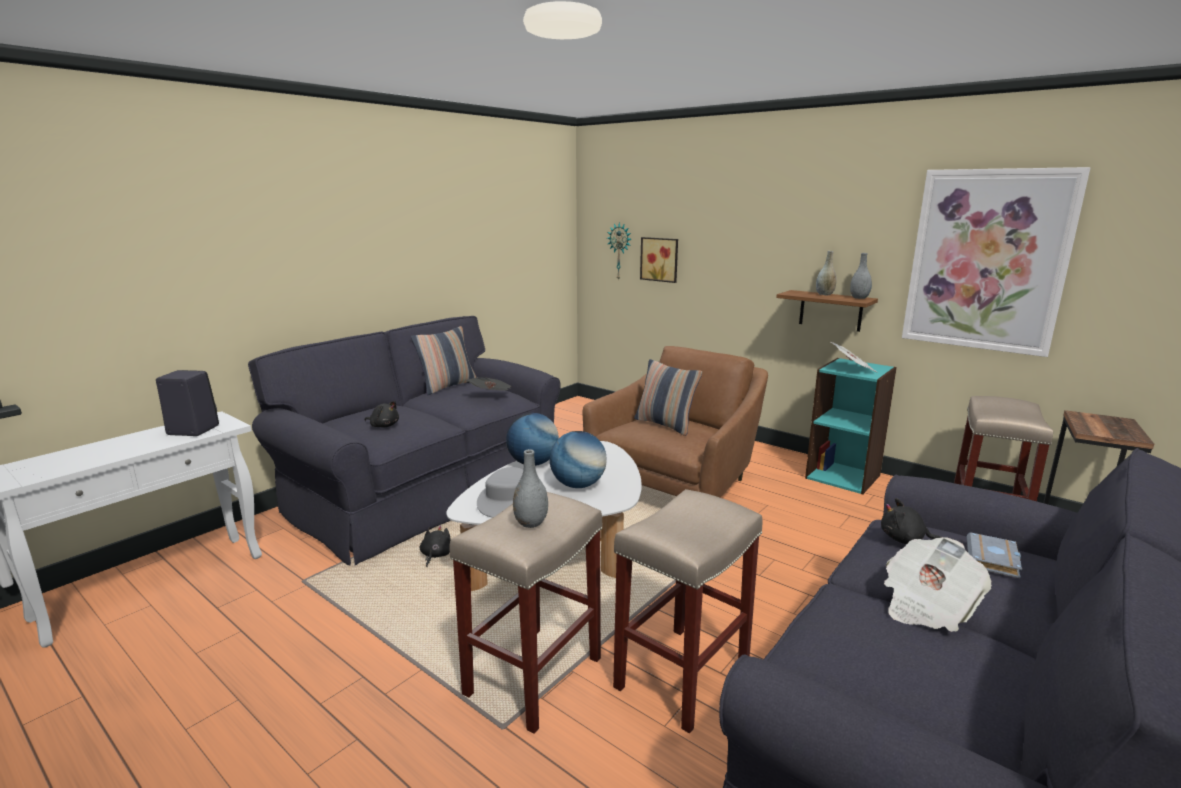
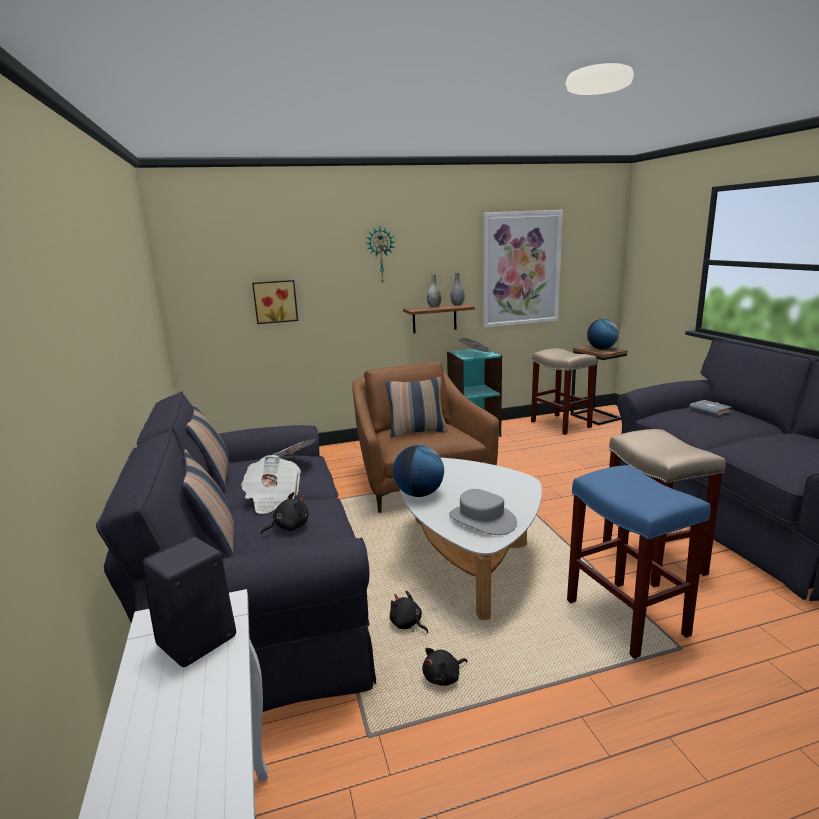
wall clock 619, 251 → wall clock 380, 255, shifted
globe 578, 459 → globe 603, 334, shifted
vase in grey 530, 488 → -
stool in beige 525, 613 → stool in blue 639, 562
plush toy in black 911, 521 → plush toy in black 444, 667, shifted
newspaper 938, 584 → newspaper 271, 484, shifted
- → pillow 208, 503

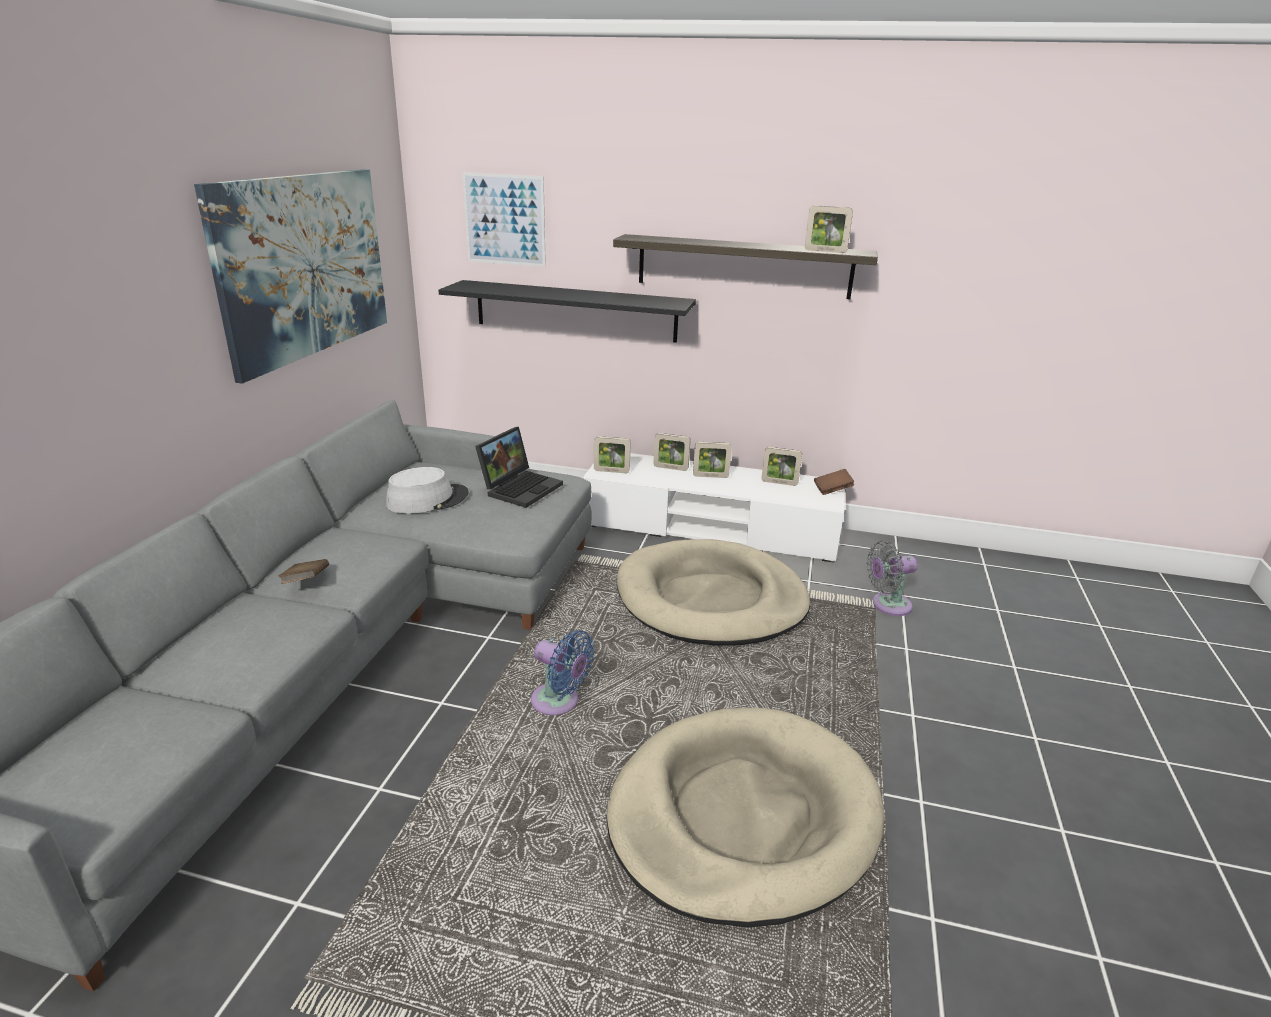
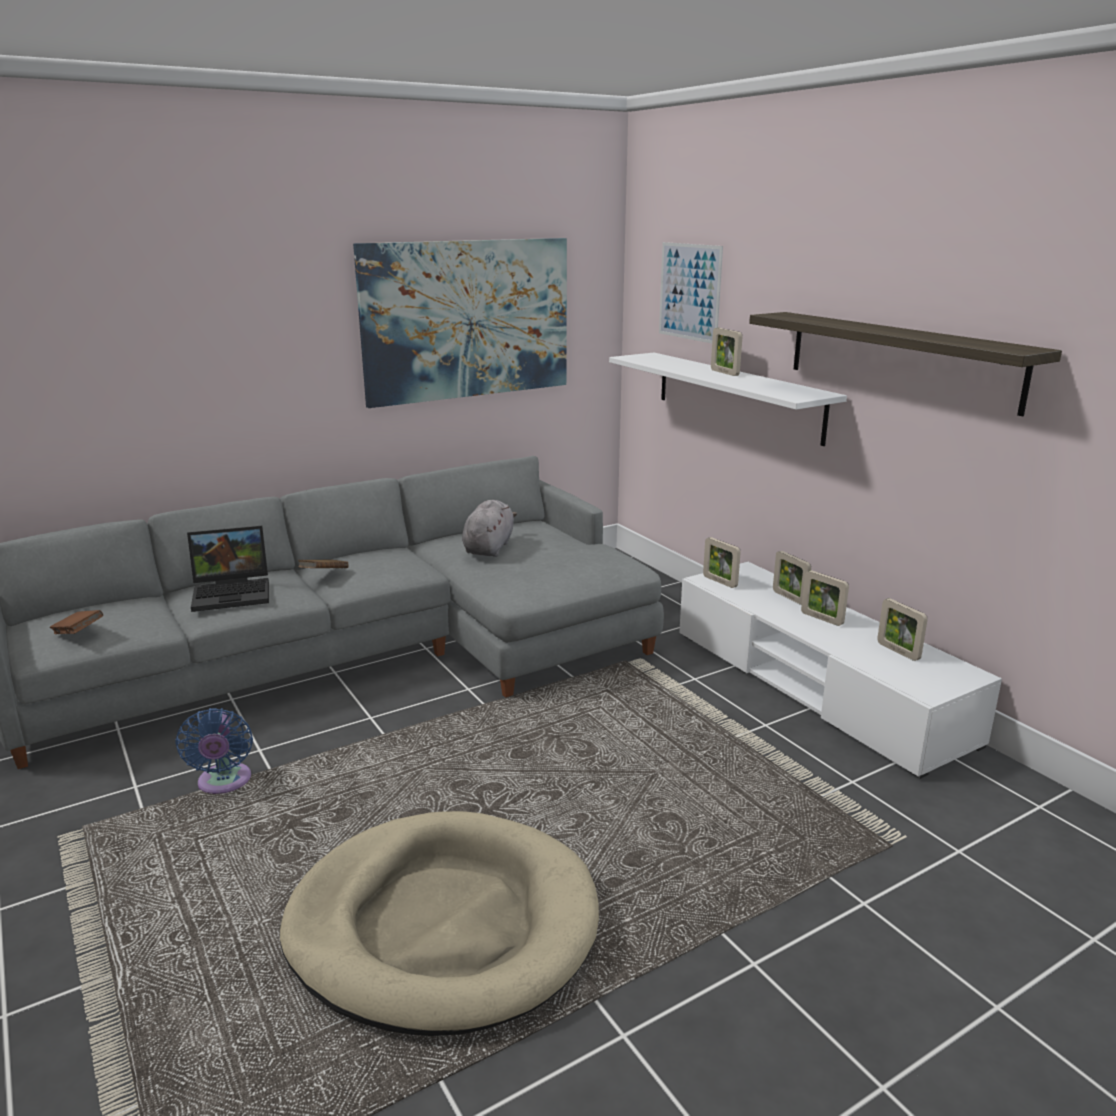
picture frame 829, 229 → picture frame 726, 352, shifted
shelf in black 567, 311 → shelf in white 728, 399
laptop 519, 467 → laptop 228, 569, shifted
hat in grey 427, 490 → plush toy in grey 489, 528
book in brown 834, 482 → book in brown 76, 622, shifted
dog bed in beige 713, 592 → -
fan in grey 892, 578 → -
fan in blue 562, 672 → fan in blue 214, 751, shifted

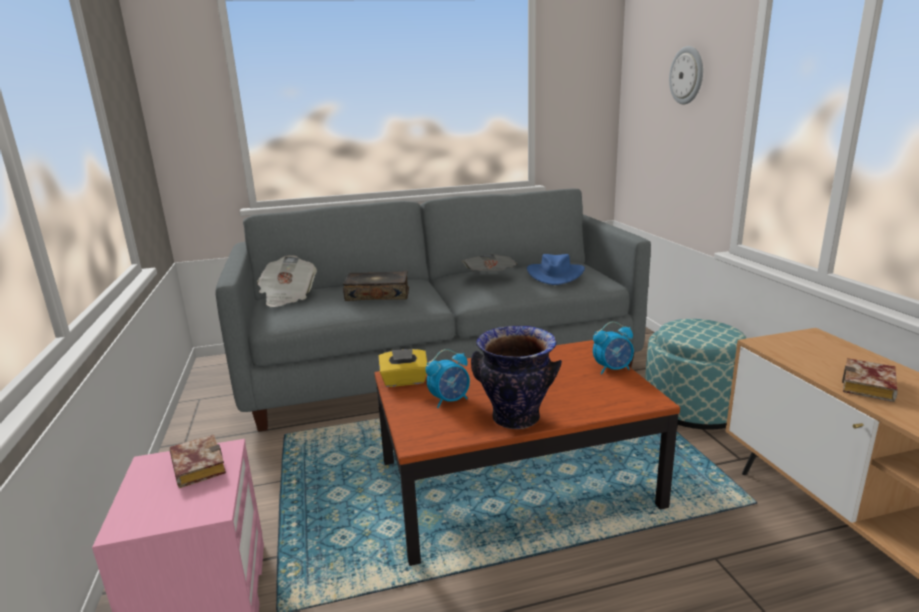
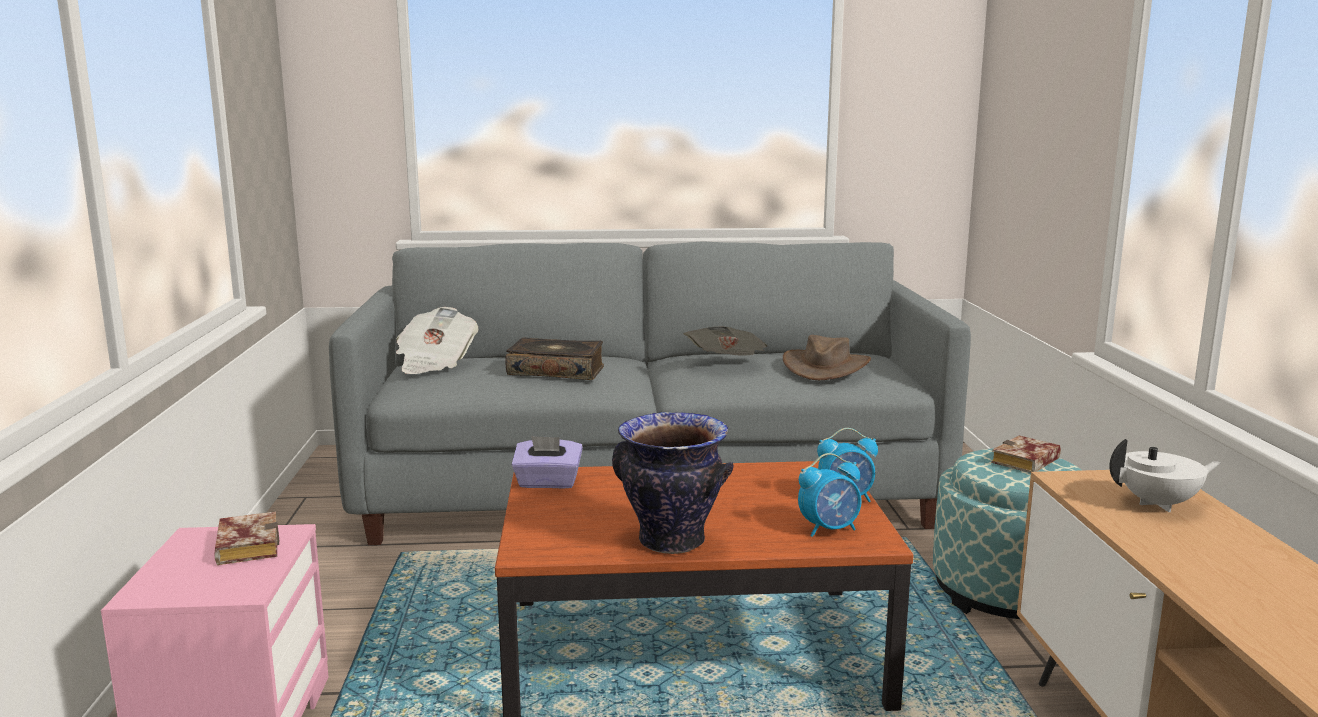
wall clock 686, 75 → -
hat in blue 556, 269 → hat in brown 827, 357
tissue box in yellow 402, 368 → tissue box in purple 547, 462
alarm clock 448, 378 → alarm clock 830, 495, shifted
book 869, 380 → book 1026, 454, shifted
- → teapot in white 1165, 475

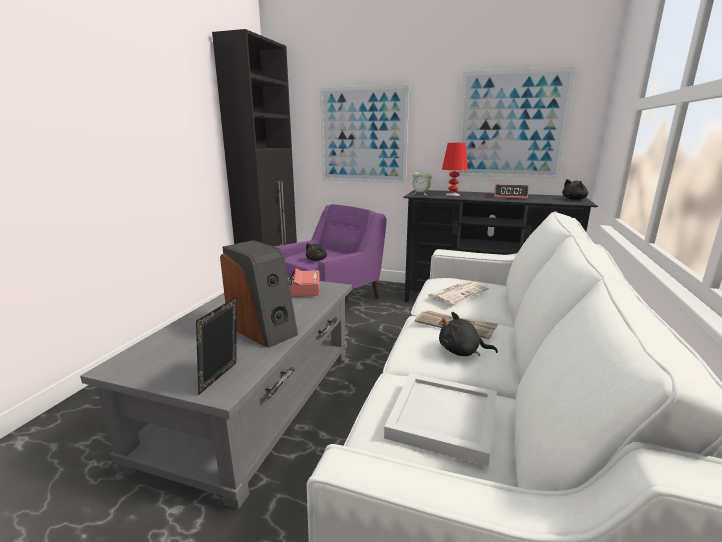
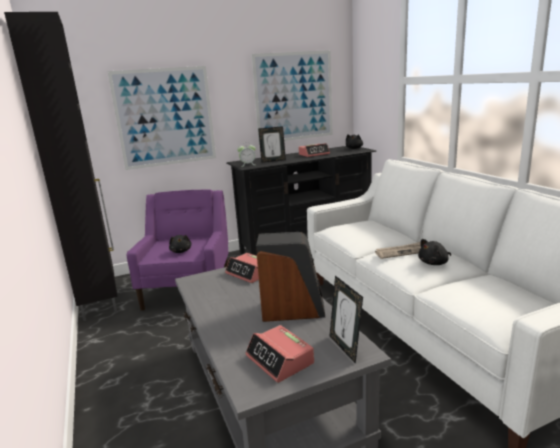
table lamp in red 455, 169 → picture frame 272, 144
newspaper 458, 293 → -
tray in white 440, 420 → -
- → alarm clock 279, 354

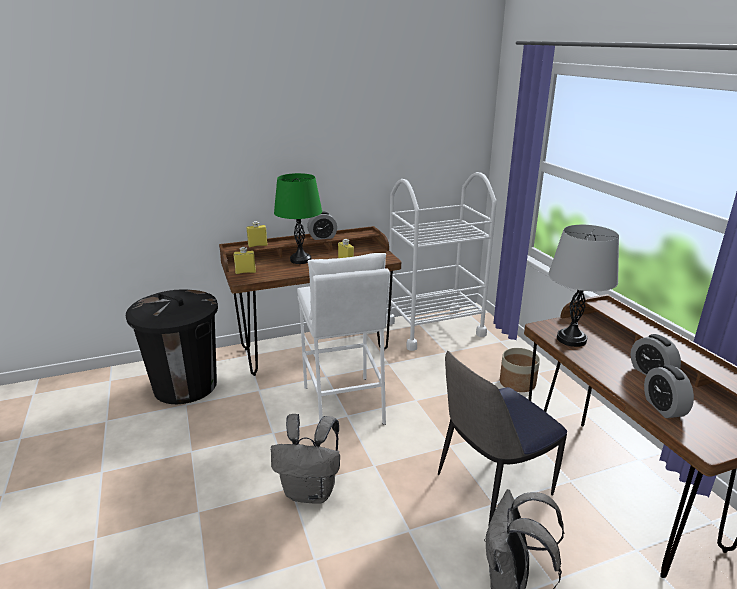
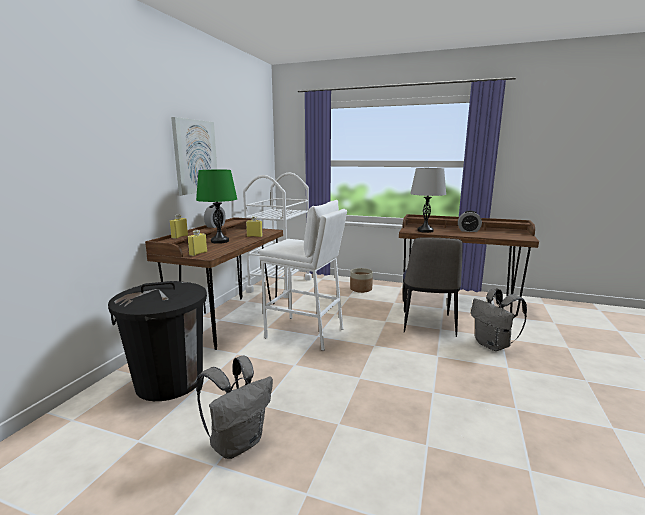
alarm clock 669, 391 → -
backpack in grey 305, 459 → backpack in grey 234, 407, shifted
- → picture 194, 156

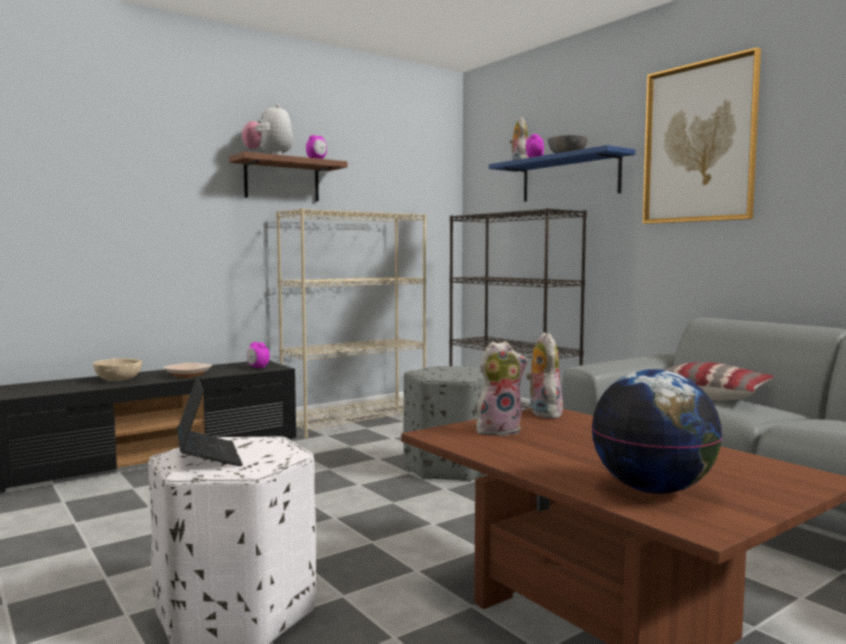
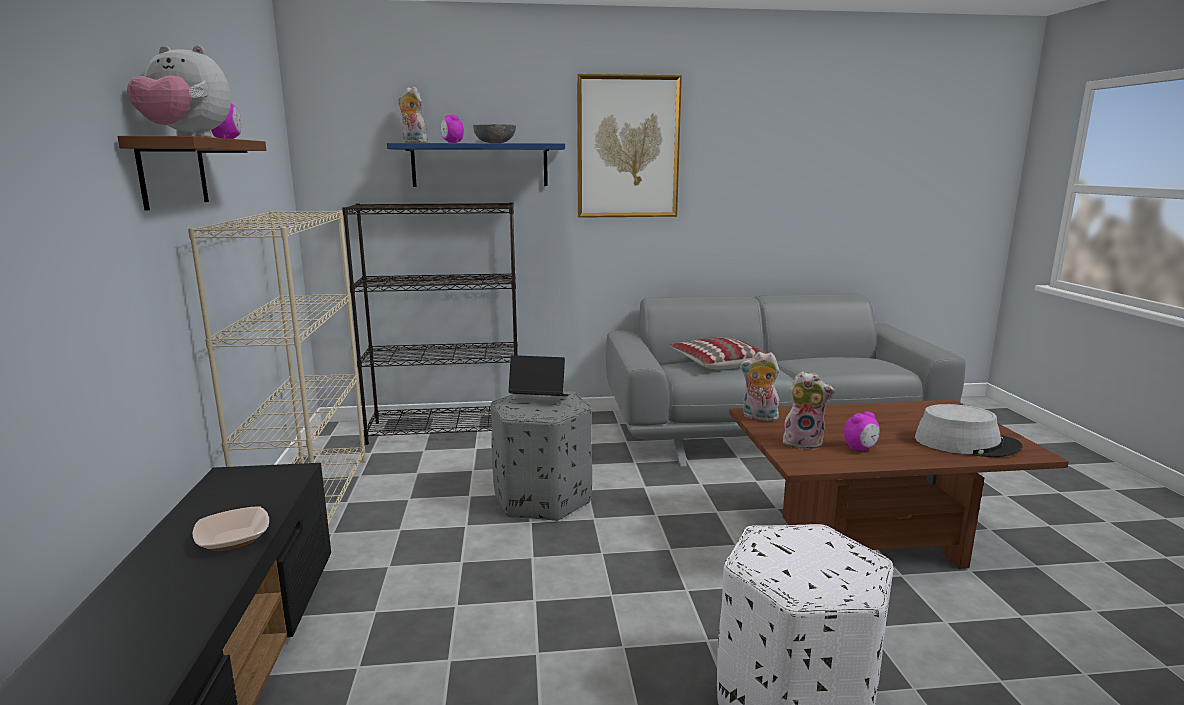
plush toy 502, 388 → plush toy 809, 410, 90 degrees clockwise
alarm clock 258, 355 → alarm clock 862, 430, shifted
bowl in beige 117, 370 → -
globe 656, 431 → hat in grey 969, 430
laptop 210, 421 → laptop 538, 375, shifted

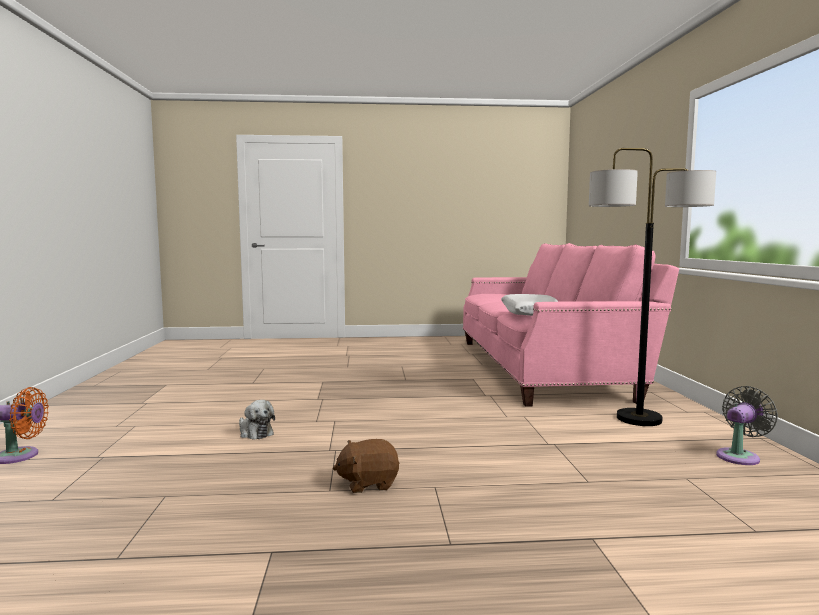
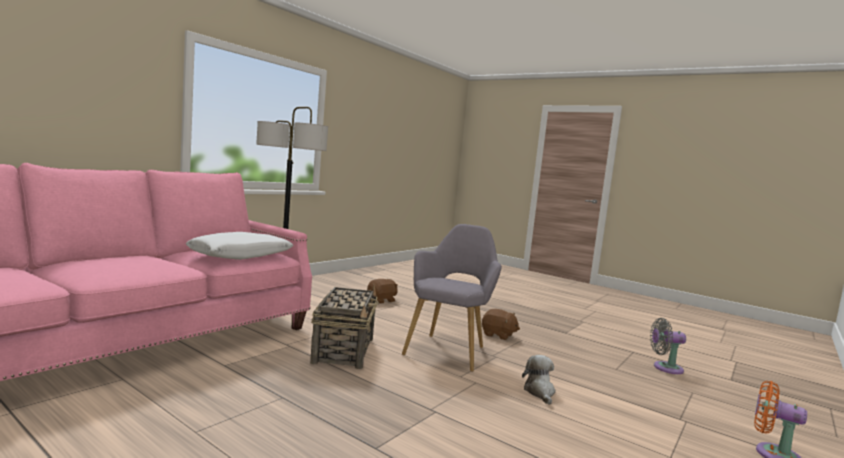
fan in grey 747, 425 → fan in grey 668, 346, shifted
- → armchair in grey 452, 298
- → plush toy in brown 382, 291
- → basket 344, 327

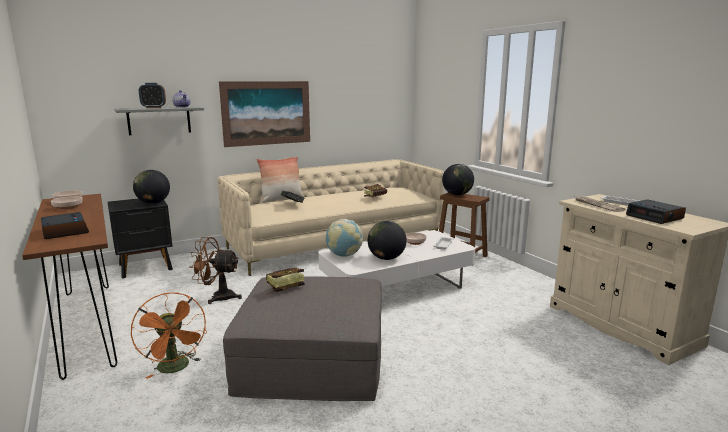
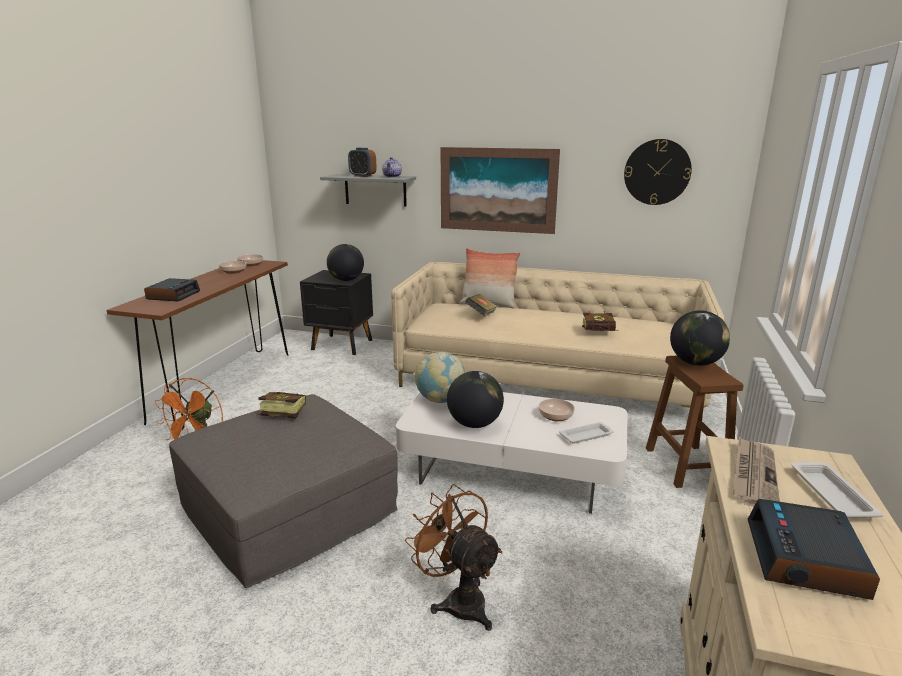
fan in brown 216, 270 → fan in brown 453, 557, shifted
- → wall clock 658, 172

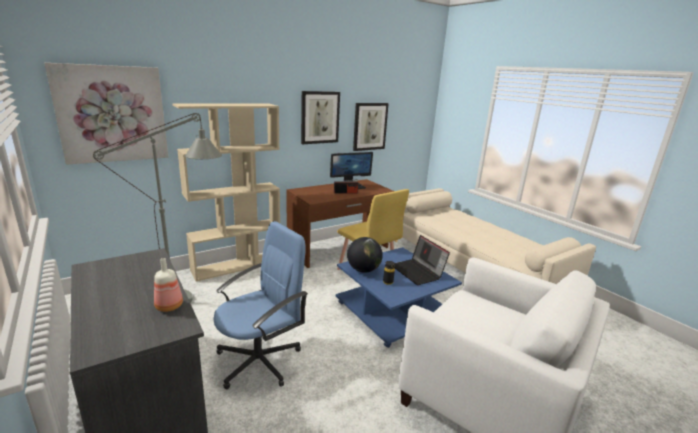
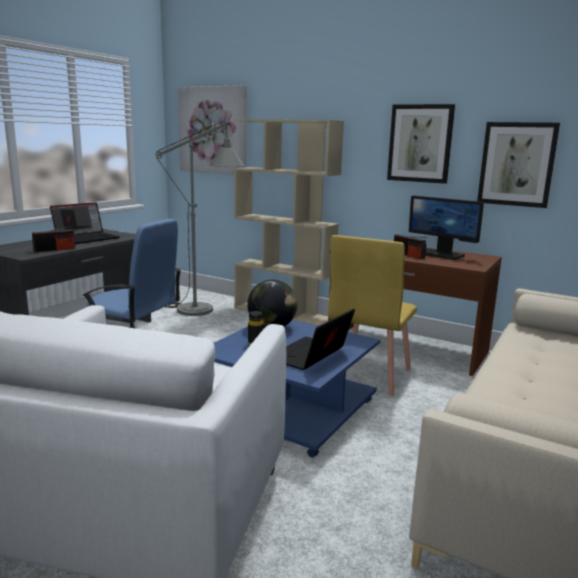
bottle 168, 285 → radio 53, 240
- → laptop 85, 223

